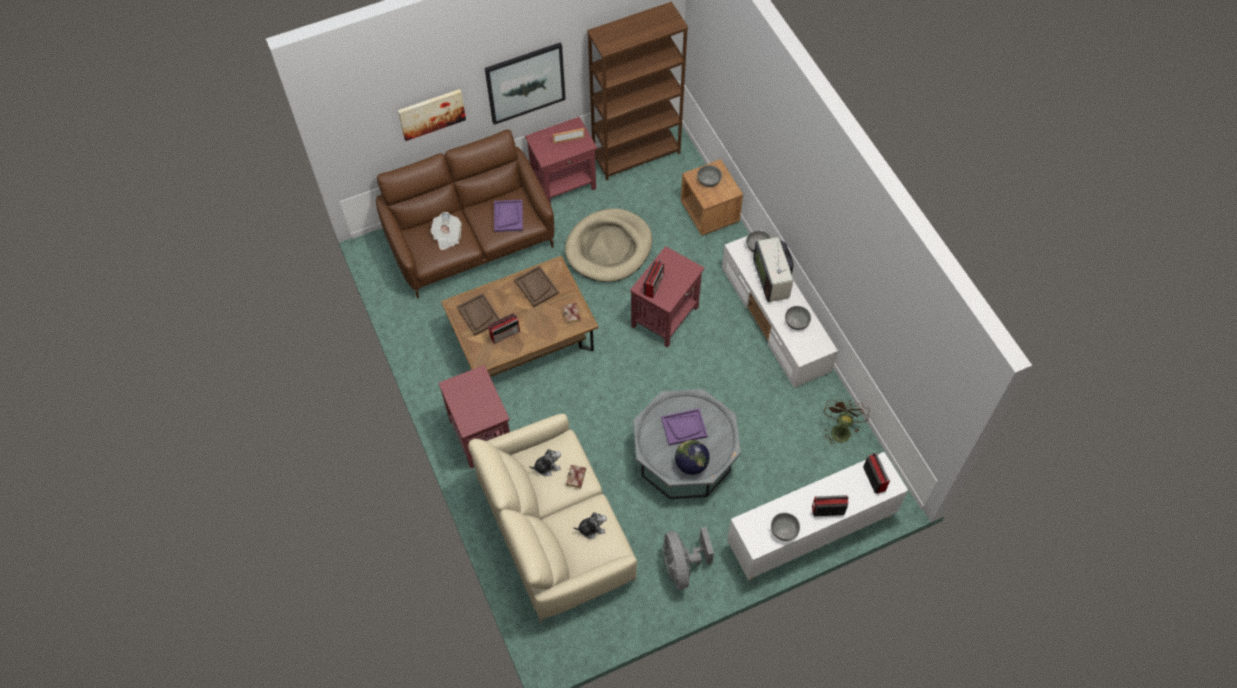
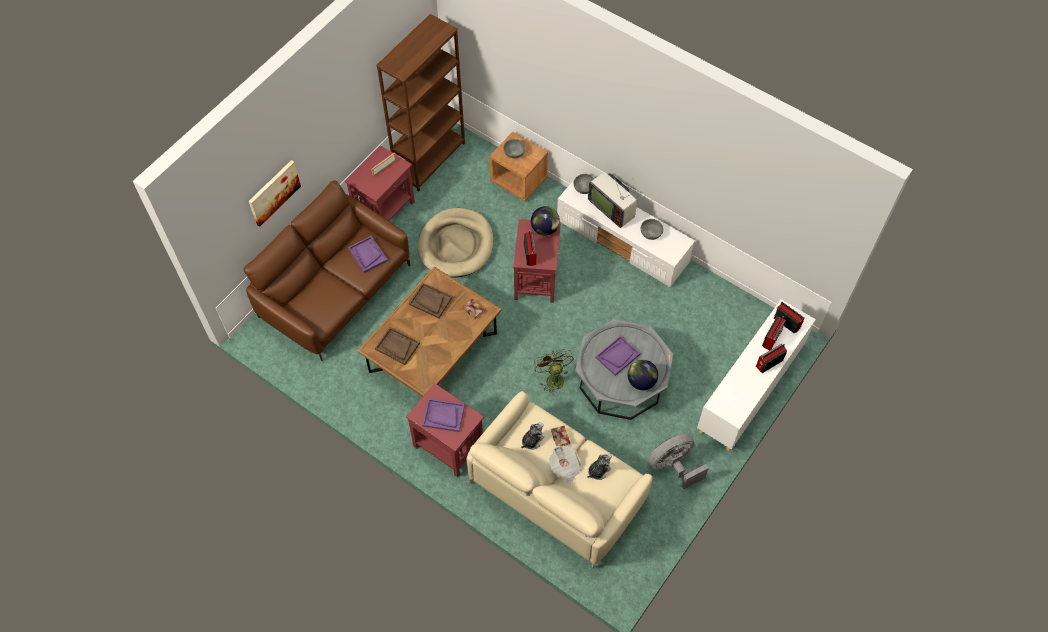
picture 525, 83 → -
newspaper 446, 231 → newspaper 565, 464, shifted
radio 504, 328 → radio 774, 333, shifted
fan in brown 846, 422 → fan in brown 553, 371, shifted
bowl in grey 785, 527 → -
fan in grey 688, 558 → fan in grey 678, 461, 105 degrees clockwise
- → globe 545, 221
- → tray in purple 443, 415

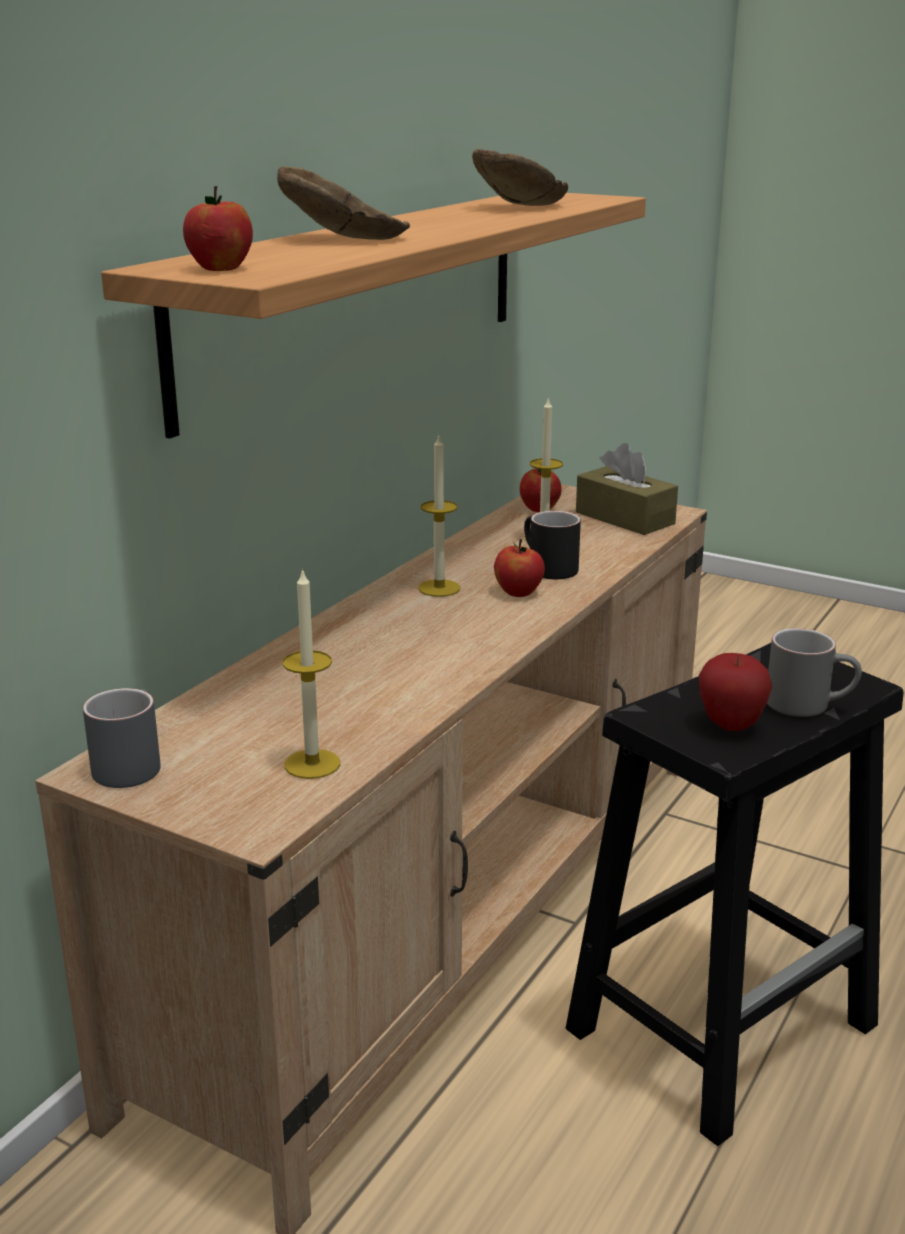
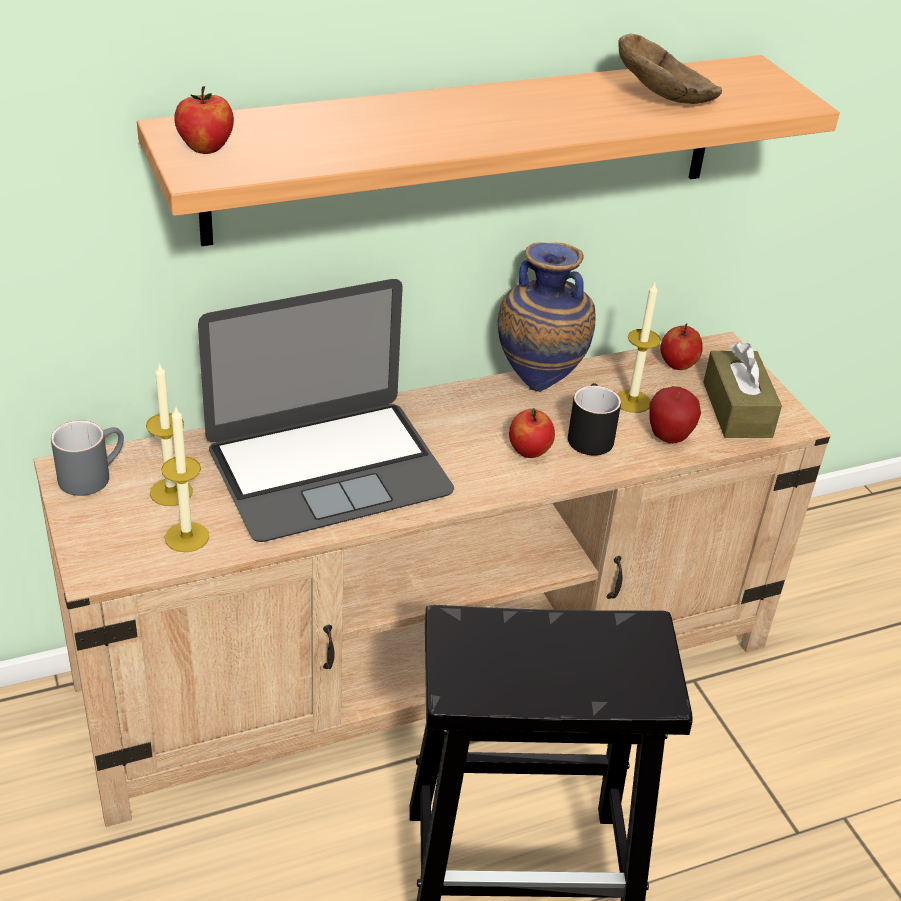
bowl in brown 343, 203 → -
candle 439, 515 → candle 169, 434, shifted
mug in grey 814, 672 → -
apple 736, 692 → apple 675, 415, shifted
- → vase 547, 317
- → laptop 326, 410

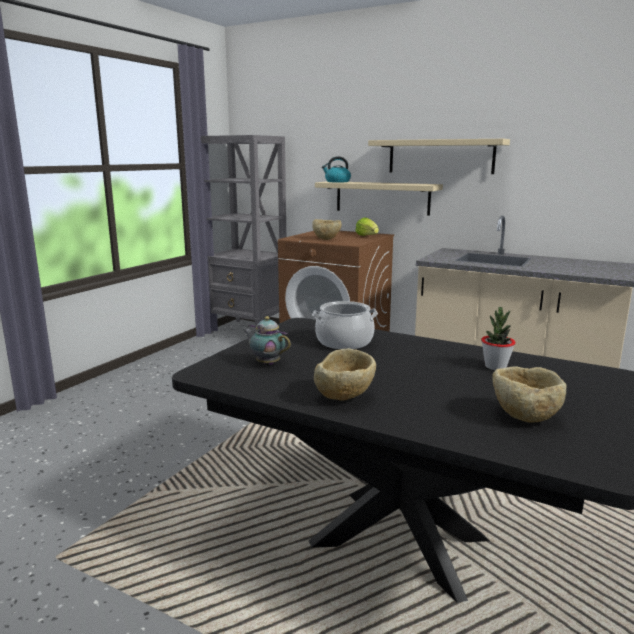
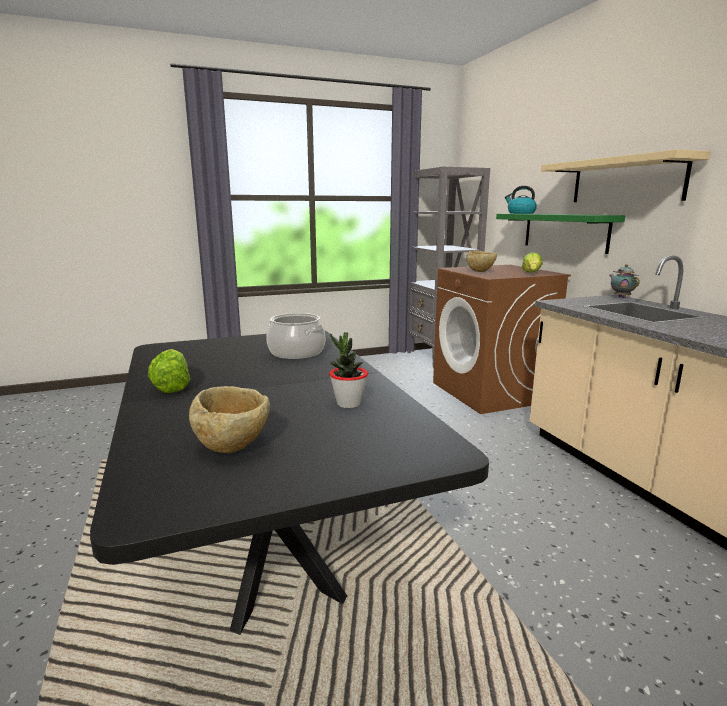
shelf in beige 379, 198 → shelf in green 560, 234
teapot 267, 340 → teapot 624, 281, shifted
bowl in beige 345, 374 → lettuce 169, 371

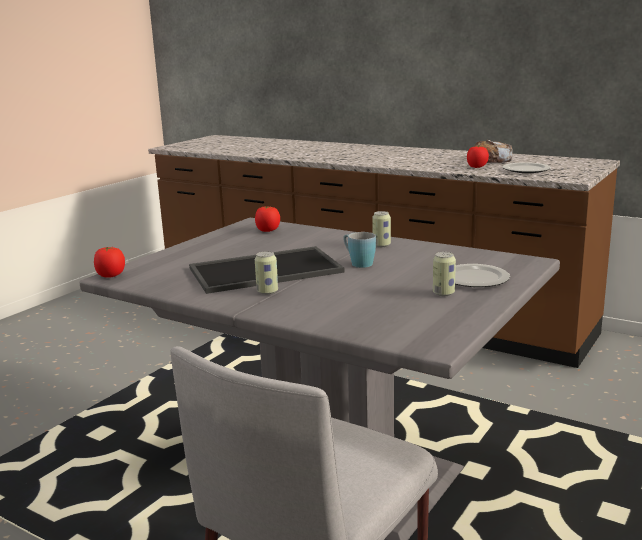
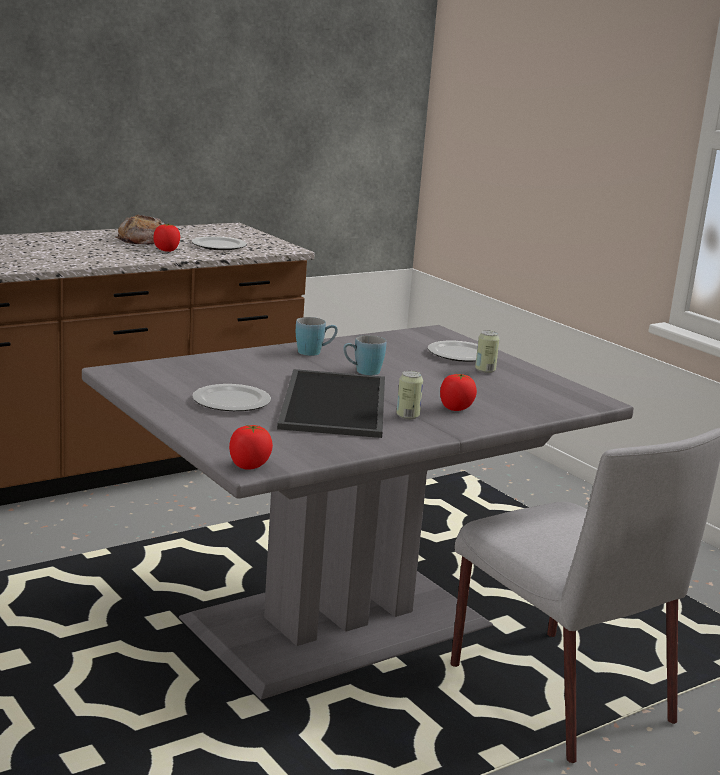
tomato 267, 219 → tomato 458, 392, shifted
can 381, 229 → mug in blue 317, 336
- → plate 231, 397

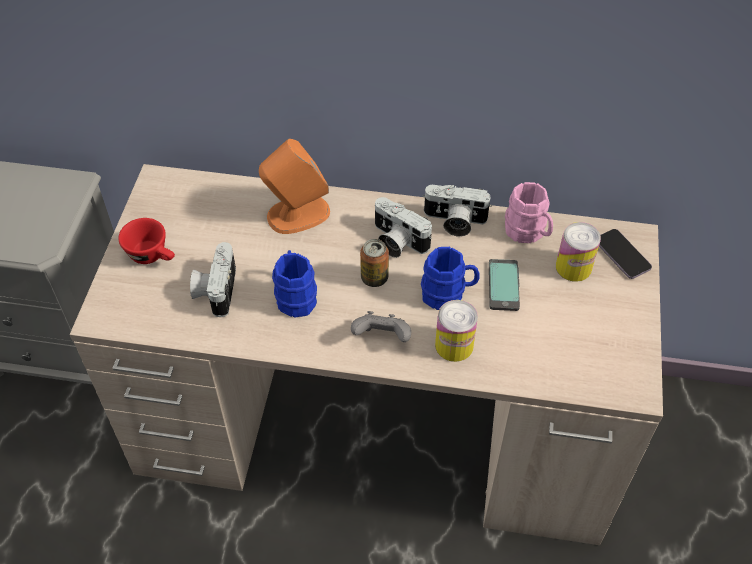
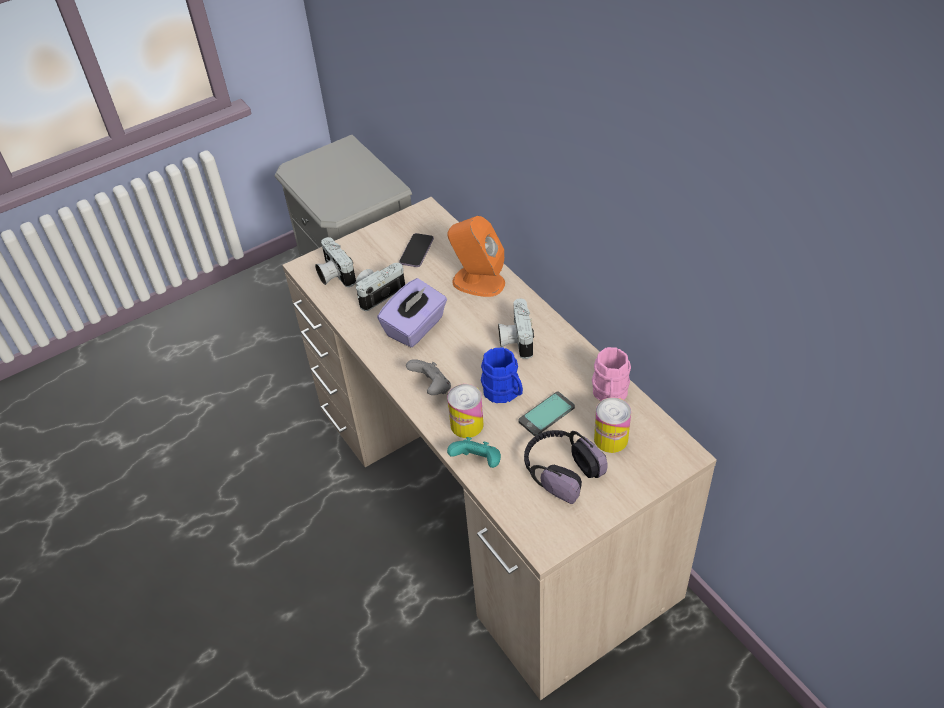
photo camera 457, 211 → photo camera 335, 262, shifted
cup in red 146, 241 → -
phone 625, 254 → phone 416, 250, shifted
can 374, 263 → -
mug in blue 294, 283 → tissue box in purple 412, 312
- → headphones 565, 467
- → game controller in turquoise 474, 452

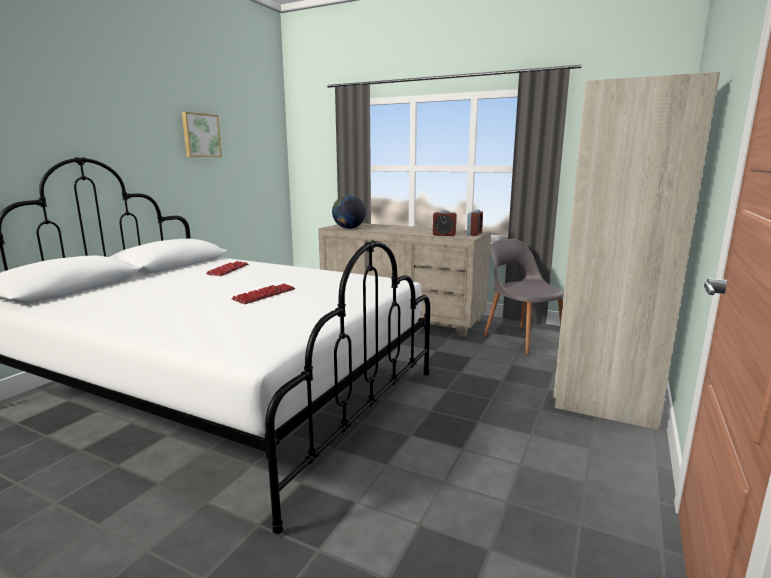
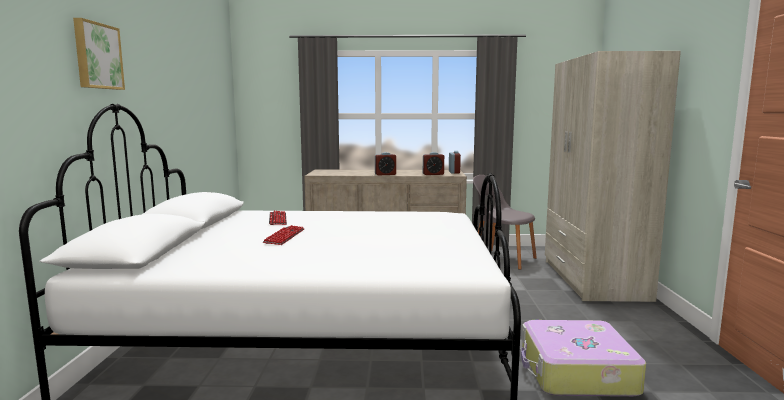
picture 202, 134 → picture 99, 54, shifted
globe 349, 212 → -
keyboard 263, 293 → keyboard 283, 235, shifted
- → alarm clock 385, 164
- → suitcase 583, 358

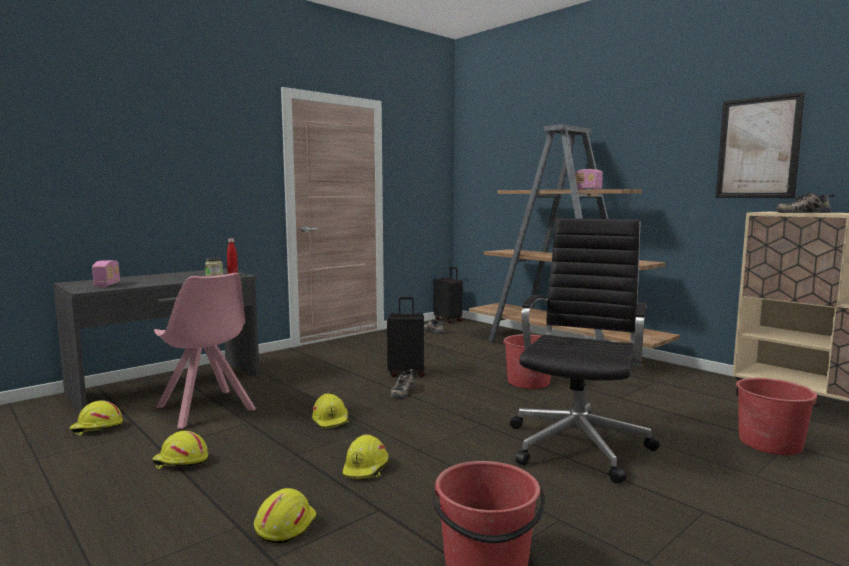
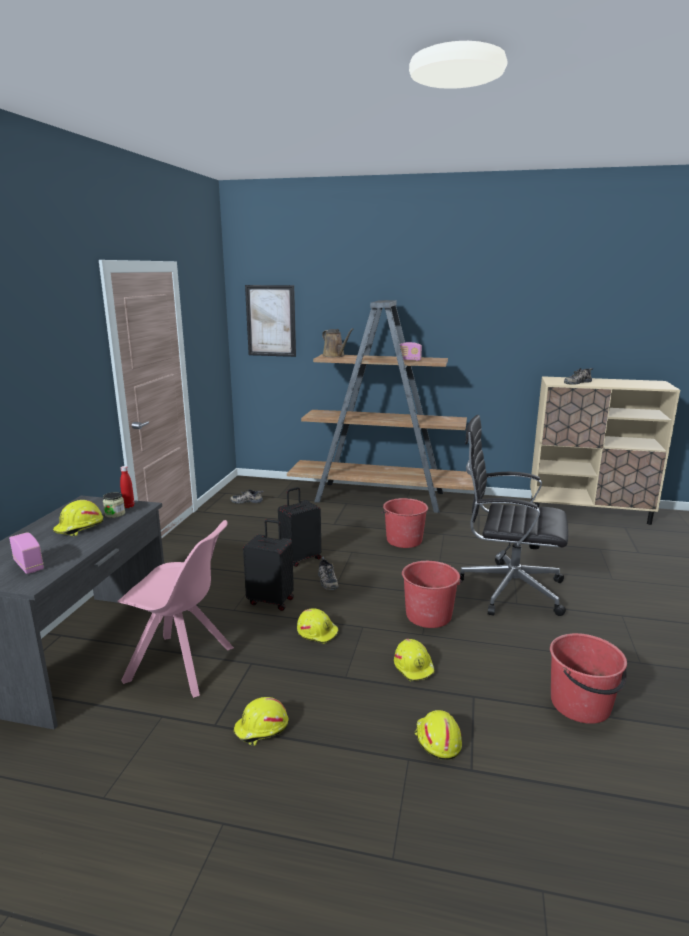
picture 760, 145 → picture 270, 321, shifted
office chair in black 585, 350 → office chair in black 513, 515, 60 degrees counterclockwise
suitcase in black 448, 295 → suitcase in black 268, 565, shifted
bucket in red 778, 416 → bucket in red 431, 594, shifted
hard hat in yellow 96, 417 → hard hat in yellow 78, 518, shifted
- → watering can in brown 337, 342

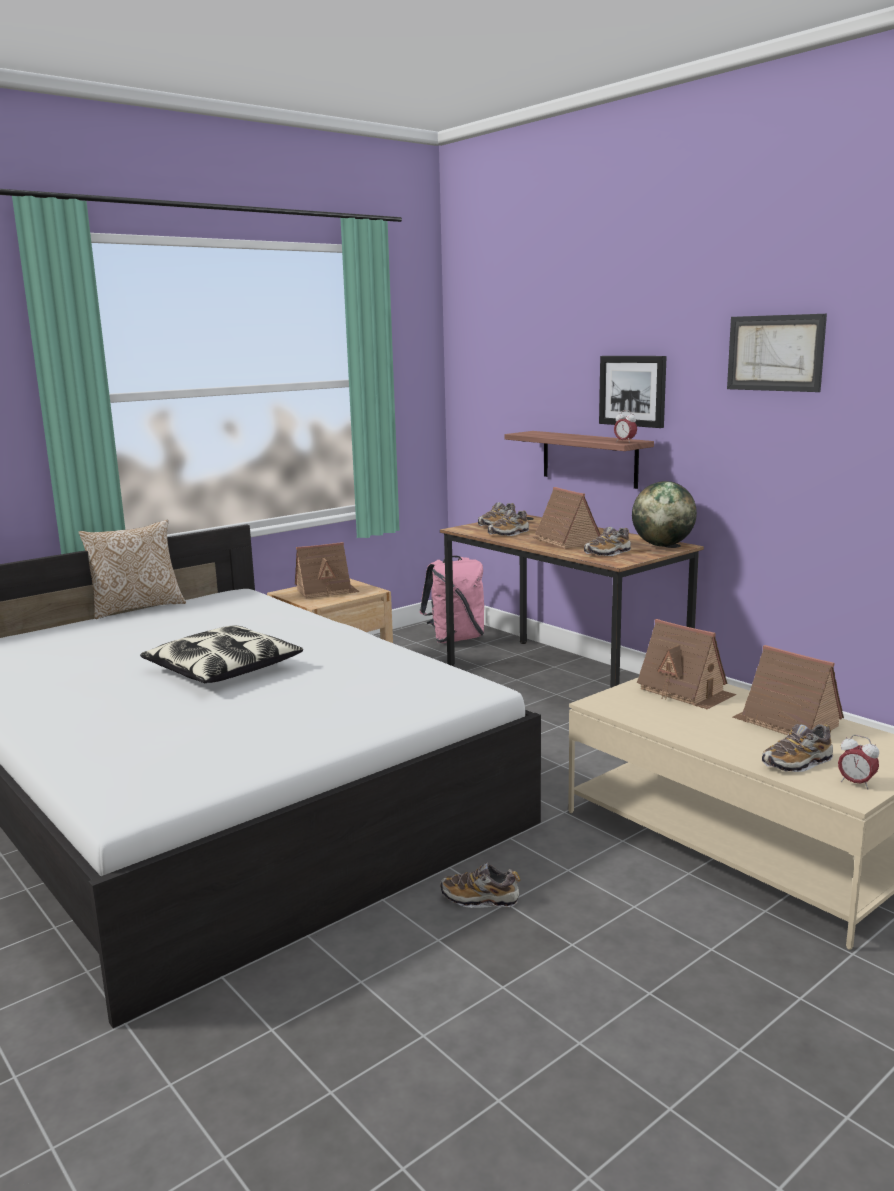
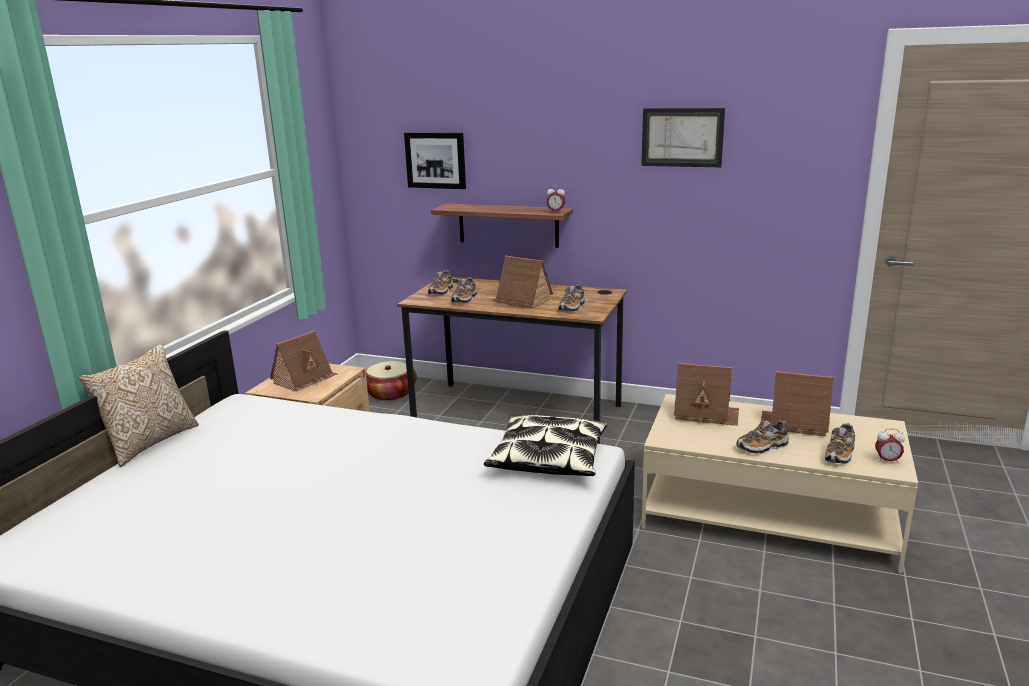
picture 633, 392 → picture 435, 160, shifted
globe 664, 513 → -
backpack in pink 452, 599 → basket 391, 381
pillow 221, 654 → pillow 546, 445, shifted
shoe 480, 885 → shoe 762, 437, shifted

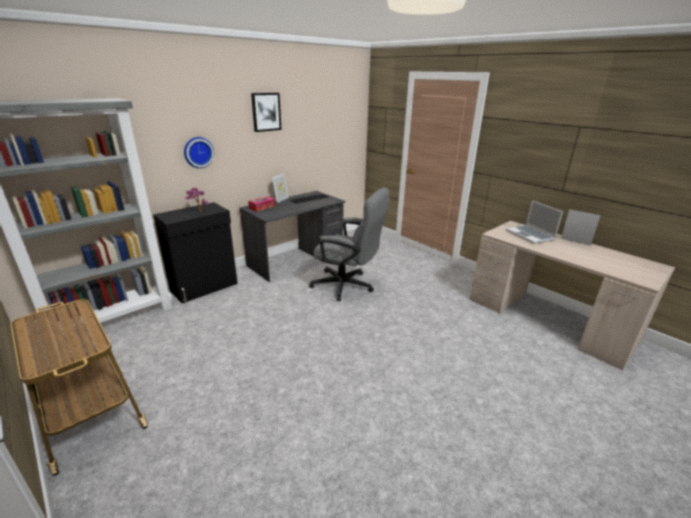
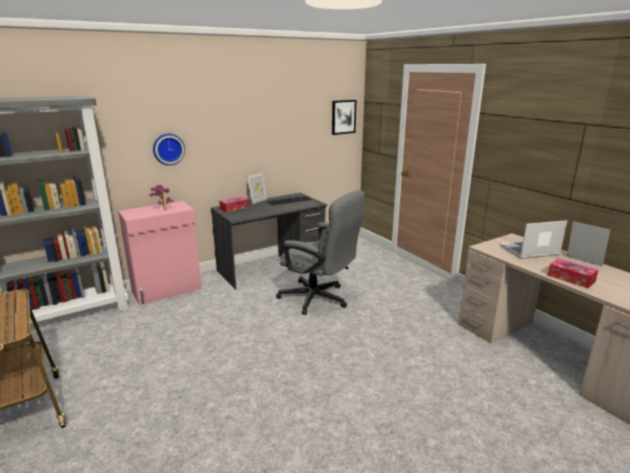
picture 266, 112 → picture 344, 117, shifted
laptop 534, 222 → laptop 533, 239, 90 degrees clockwise
cabinet in black 195, 252 → cabinet in pink 160, 253
- → tissue box 573, 273

